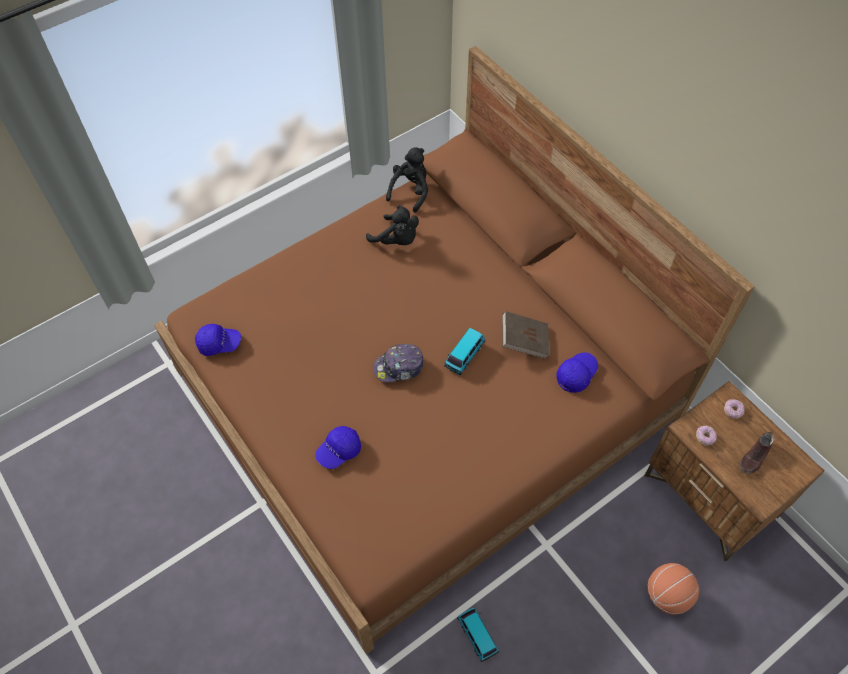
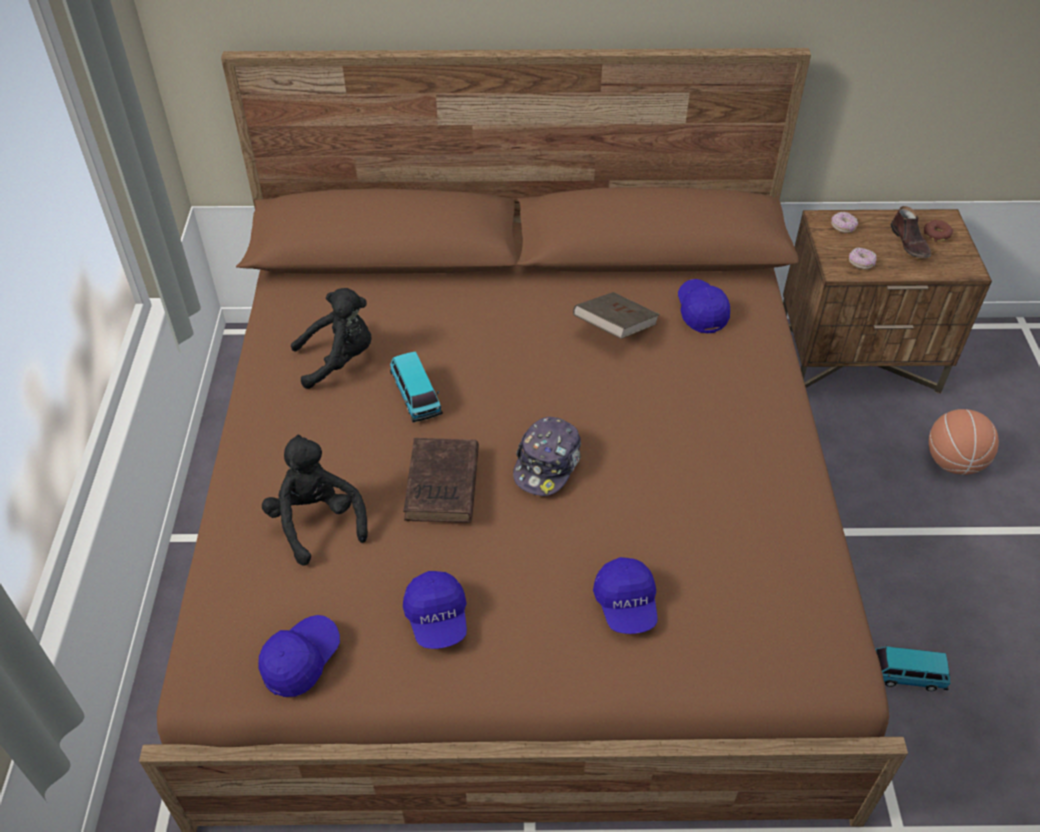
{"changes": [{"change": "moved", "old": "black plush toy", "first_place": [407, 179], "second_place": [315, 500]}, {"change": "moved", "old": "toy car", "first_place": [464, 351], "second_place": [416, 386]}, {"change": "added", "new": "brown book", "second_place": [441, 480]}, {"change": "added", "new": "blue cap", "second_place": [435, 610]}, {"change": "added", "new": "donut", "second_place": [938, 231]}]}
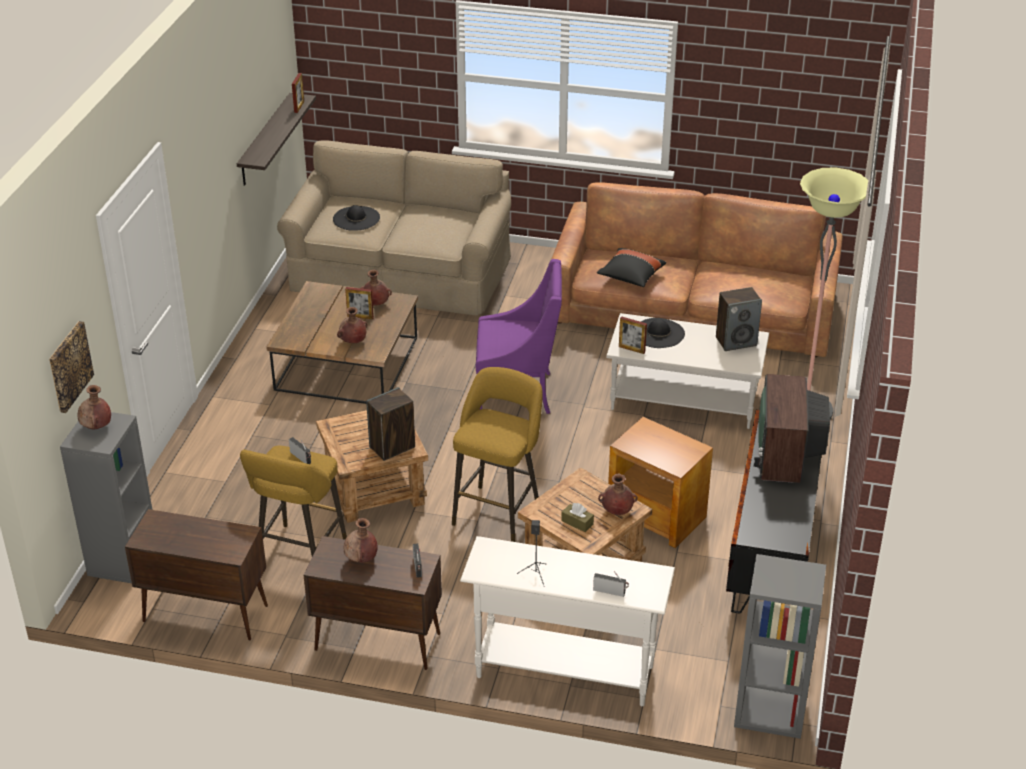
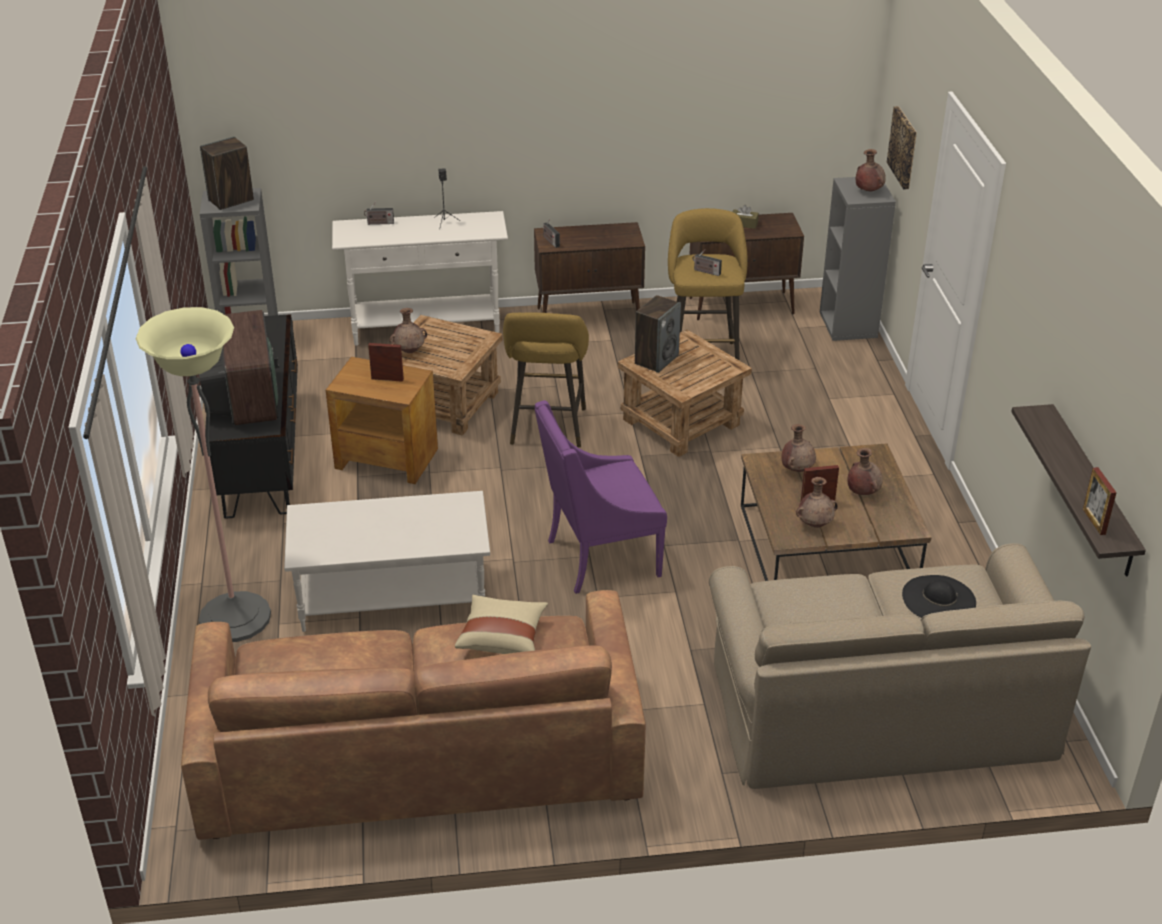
{"changes": [{"change": "moved", "old": "speaker", "first_place": [739, 319], "second_place": [227, 173]}, {"change": "moved", "old": "picture frame", "first_place": [633, 335], "second_place": [386, 362]}, {"change": "recoloured", "old": "black pillow", "new": "beige pillow", "first_place": [631, 267], "second_place": [501, 624]}, {"change": "moved", "old": "brown tissue box", "first_place": [577, 517], "second_place": [746, 217]}, {"change": "moved", "old": "brown vase", "first_place": [360, 540], "second_place": [865, 471]}, {"change": "removed", "old": "black hat", "first_place": [663, 333]}]}
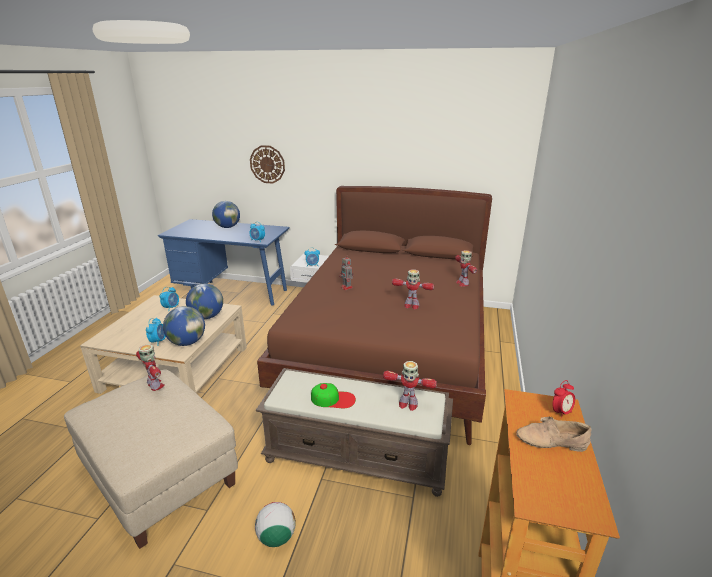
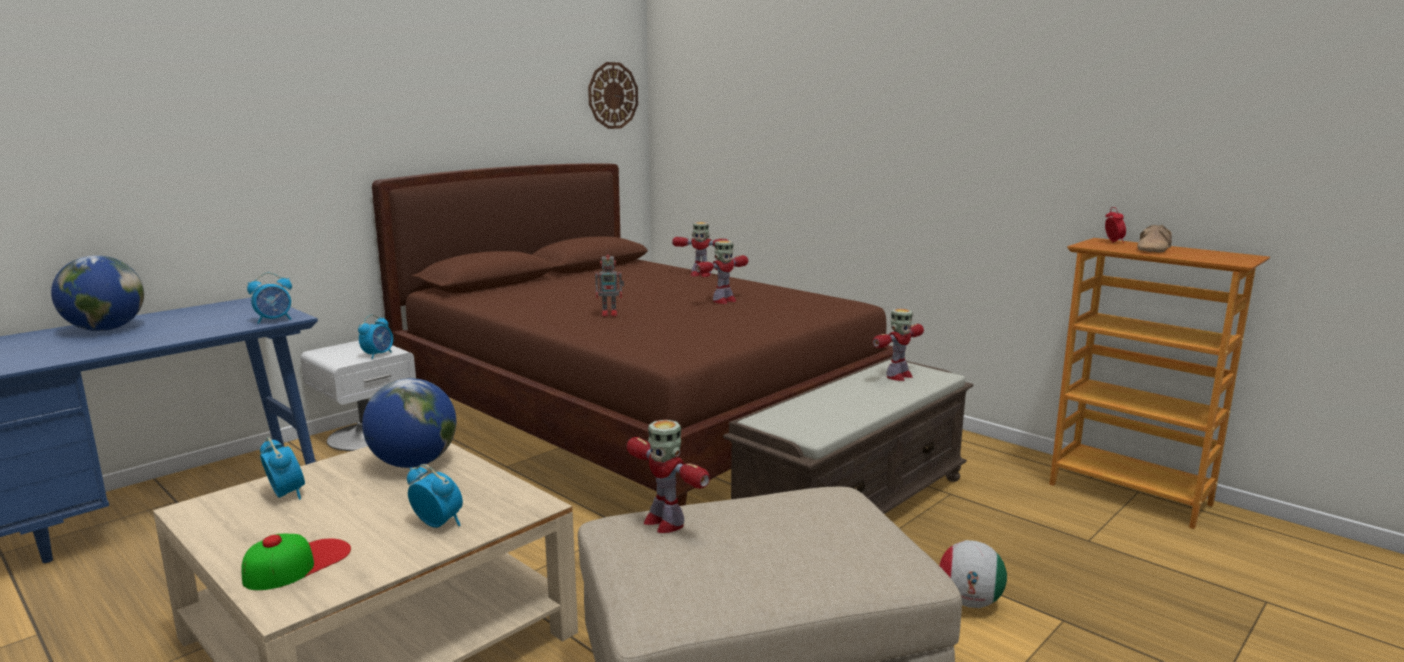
{"changes": [{"change": "moved", "old": "cap", "first_place": [333, 395], "second_place": [296, 562]}, {"change": "moved", "old": "wall clock", "first_place": [267, 164], "second_place": [613, 95]}, {"change": "turned", "old": "toy robot", "first_place": [150, 367], "second_place": [668, 476], "degrees": -120}, {"change": "removed", "old": "globe", "first_place": [184, 326]}]}
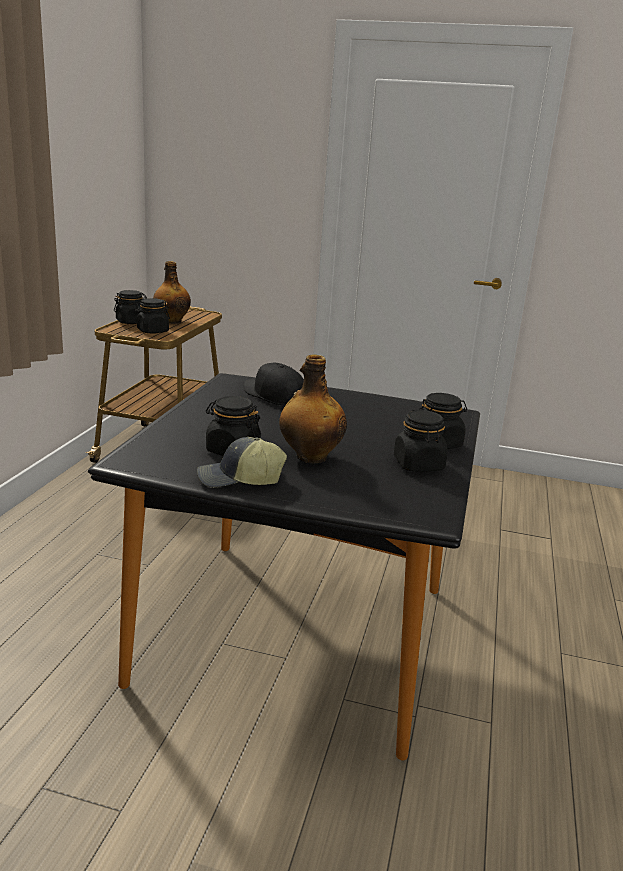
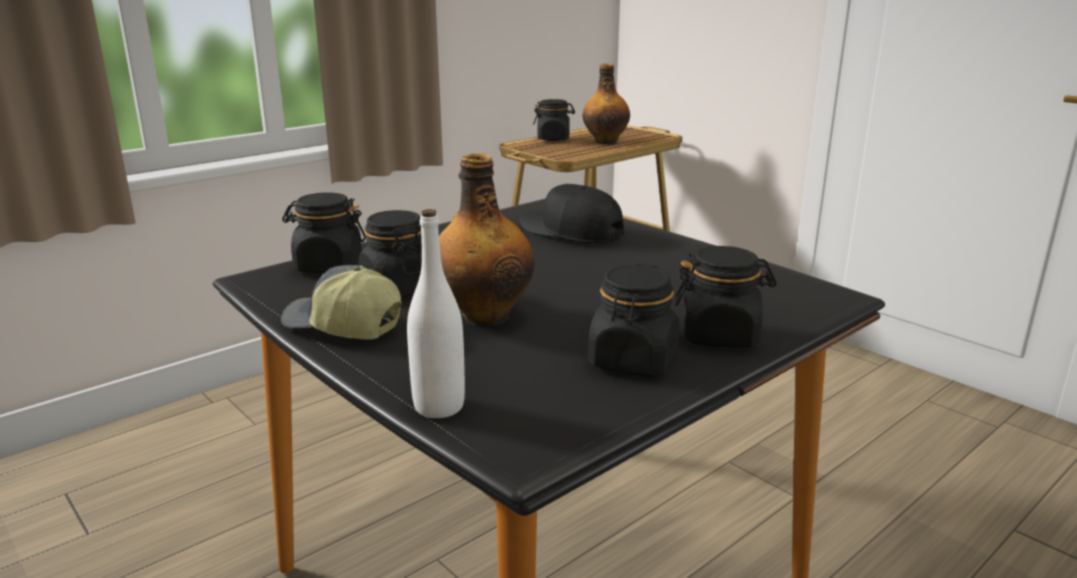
{"changes": [{"change": "moved", "old": "black jar", "first_place": [152, 315], "second_place": [324, 233]}, {"change": "added", "new": "white bottle", "second_place": [436, 313]}, {"change": "turned", "old": "black cap", "first_place": [273, 383], "second_place": [571, 213], "degrees": -45}]}
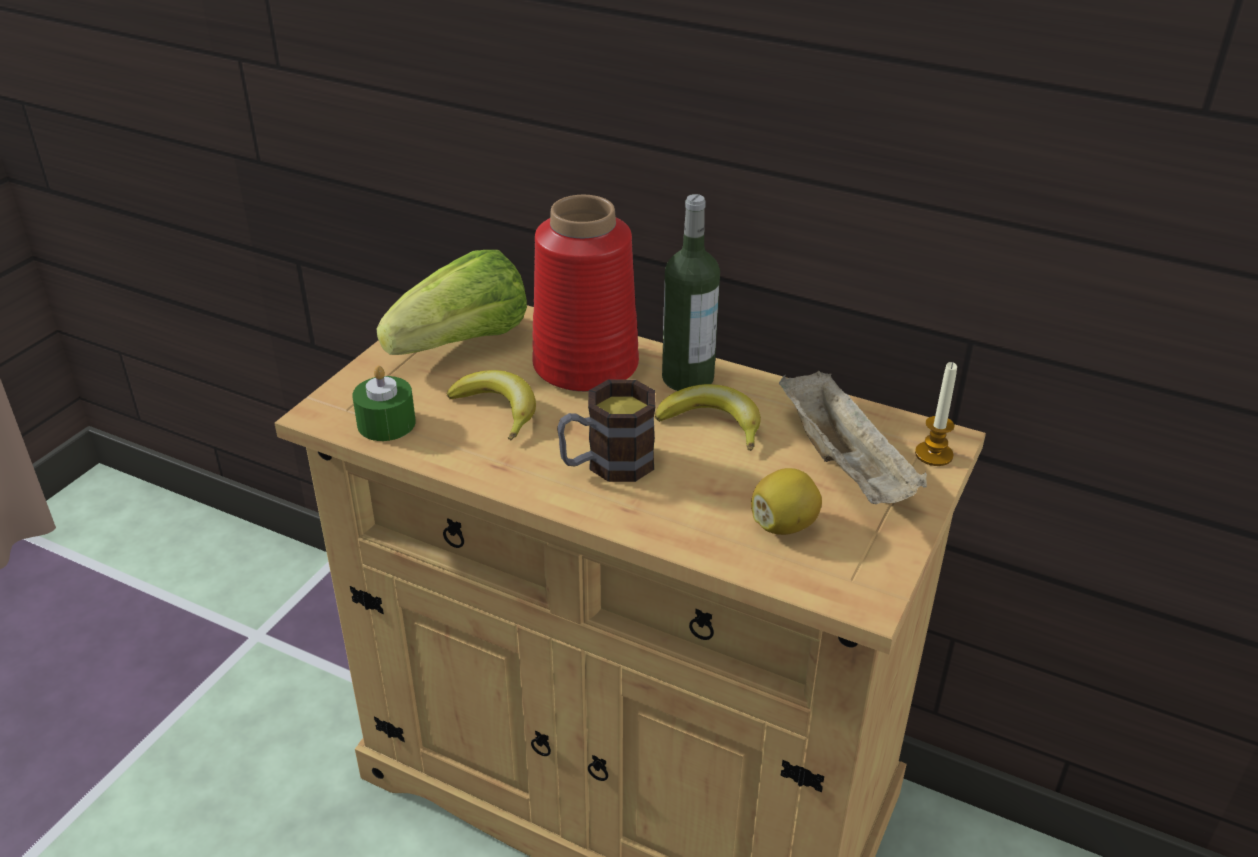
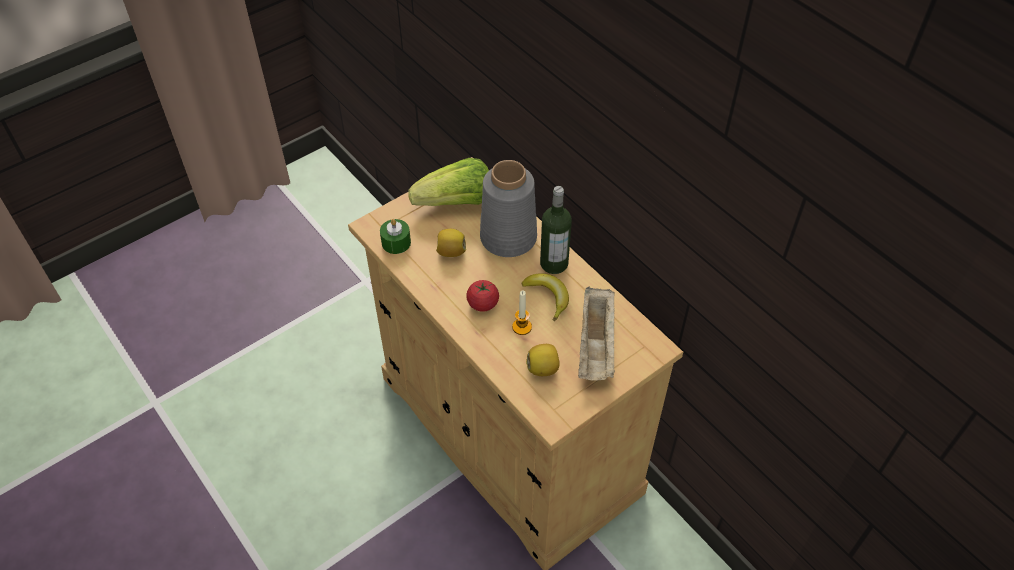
{"changes": [{"change": "replaced", "old": "banana", "new": "lemon", "first_place": [491, 405], "second_place": [451, 243]}, {"change": "replaced", "old": "mug", "new": "tomato", "first_place": [606, 430], "second_place": [482, 296]}, {"change": "recoloured", "old": "red vase", "new": "grey vase", "first_place": [585, 293], "second_place": [508, 208]}, {"change": "moved", "old": "candle", "first_place": [936, 414], "second_place": [522, 312]}]}
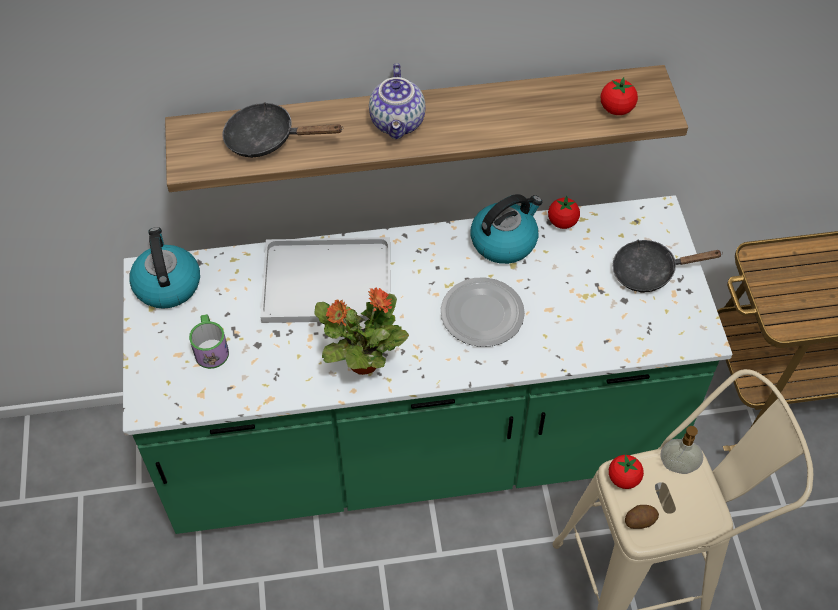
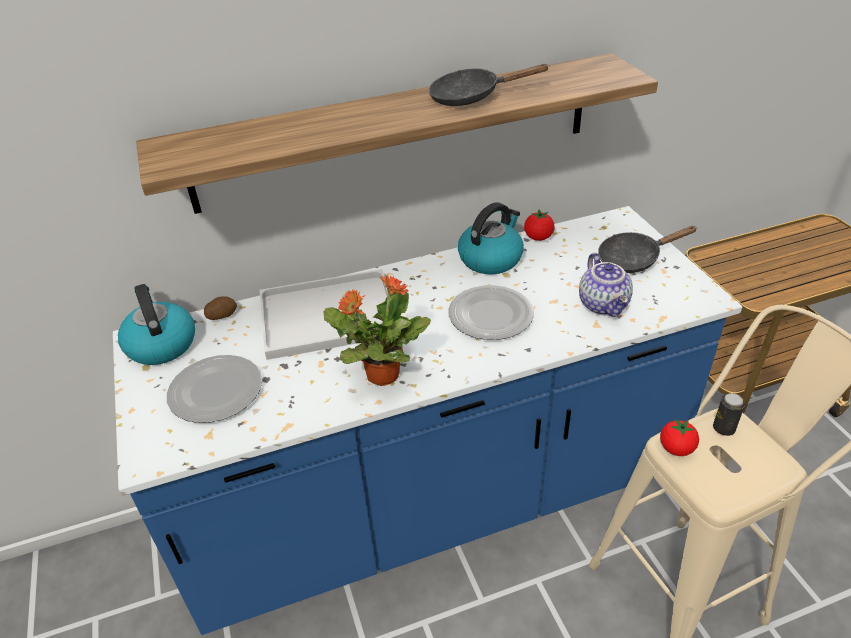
{"changes": [{"change": "recoloured", "old": "green counter", "new": "blue counter", "first_place": [427, 364], "second_place": [427, 420]}, {"change": "replaced", "old": "mug", "new": "plate", "first_place": [209, 341], "second_place": [214, 389]}, {"change": "moved", "old": "potato", "first_place": [642, 517], "second_place": [220, 308]}, {"change": "moved", "old": "black frying pan", "first_place": [282, 130], "second_place": [489, 85]}, {"change": "moved", "old": "teapot", "first_place": [397, 101], "second_place": [606, 285]}, {"change": "replaced", "old": "soap dispenser", "new": "can", "first_place": [682, 450], "second_place": [729, 414]}, {"change": "removed", "old": "tomato", "first_place": [619, 96]}]}
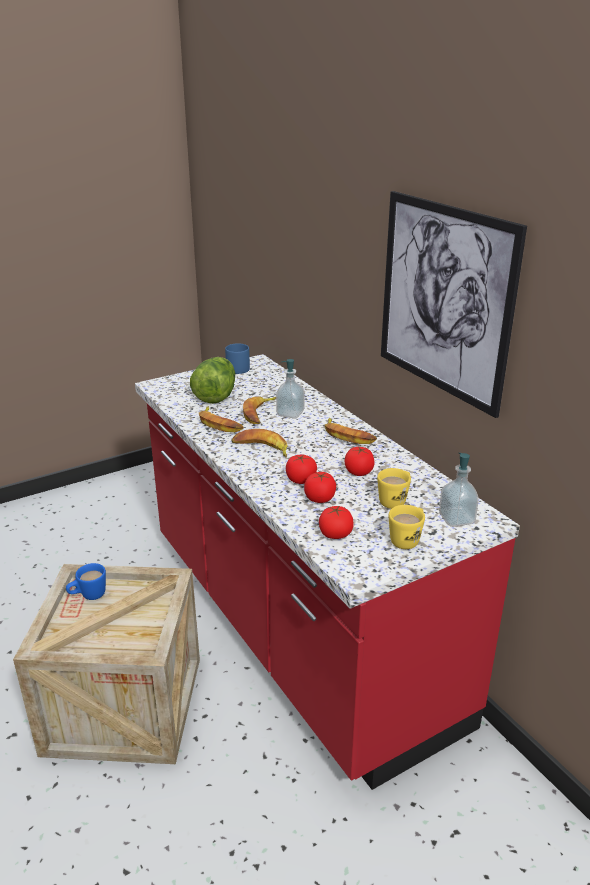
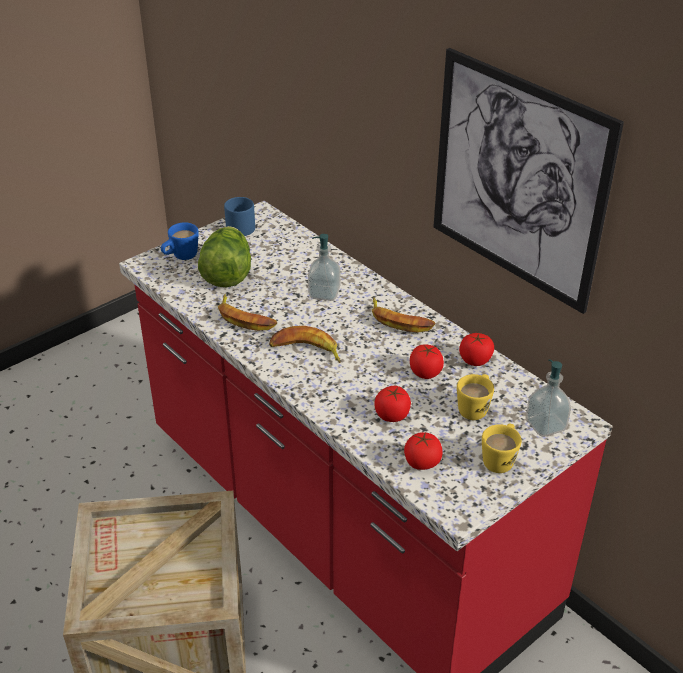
{"changes": [{"change": "moved", "old": "blue mug", "first_place": [86, 581], "second_place": [180, 241]}, {"change": "moved", "old": "tomato", "first_place": [301, 469], "second_place": [476, 349]}, {"change": "removed", "old": "banana", "first_place": [259, 410]}]}
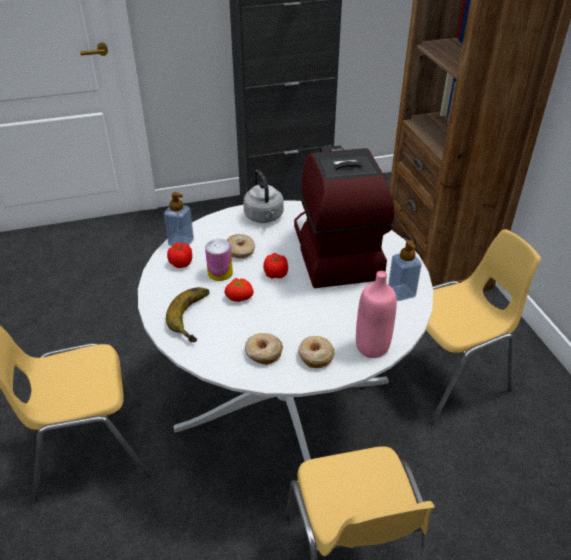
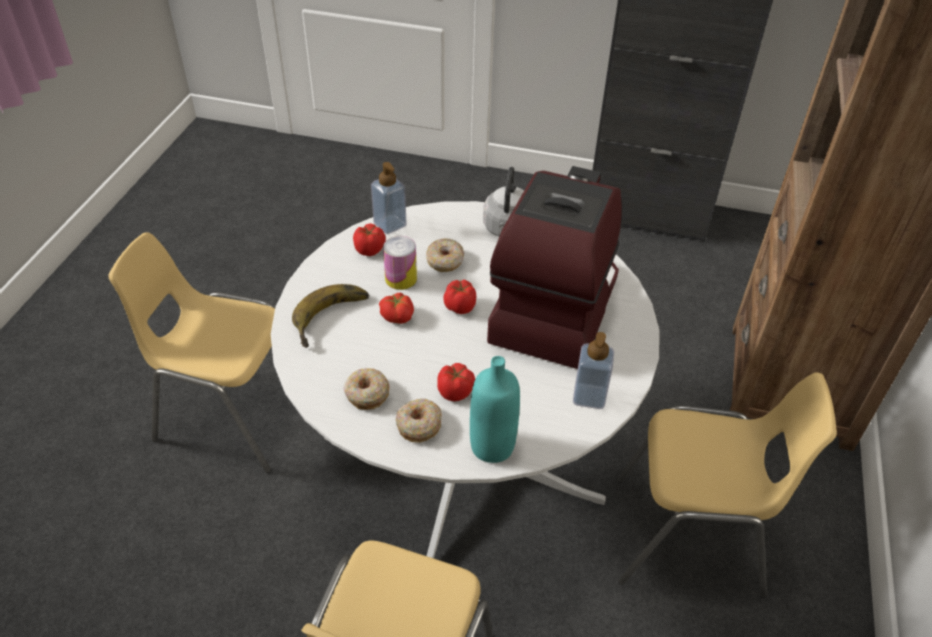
{"changes": [{"change": "added", "new": "tomato", "second_place": [456, 382]}, {"change": "recoloured", "old": "pink bottle", "new": "turquoise bottle", "first_place": [376, 314], "second_place": [495, 409]}]}
